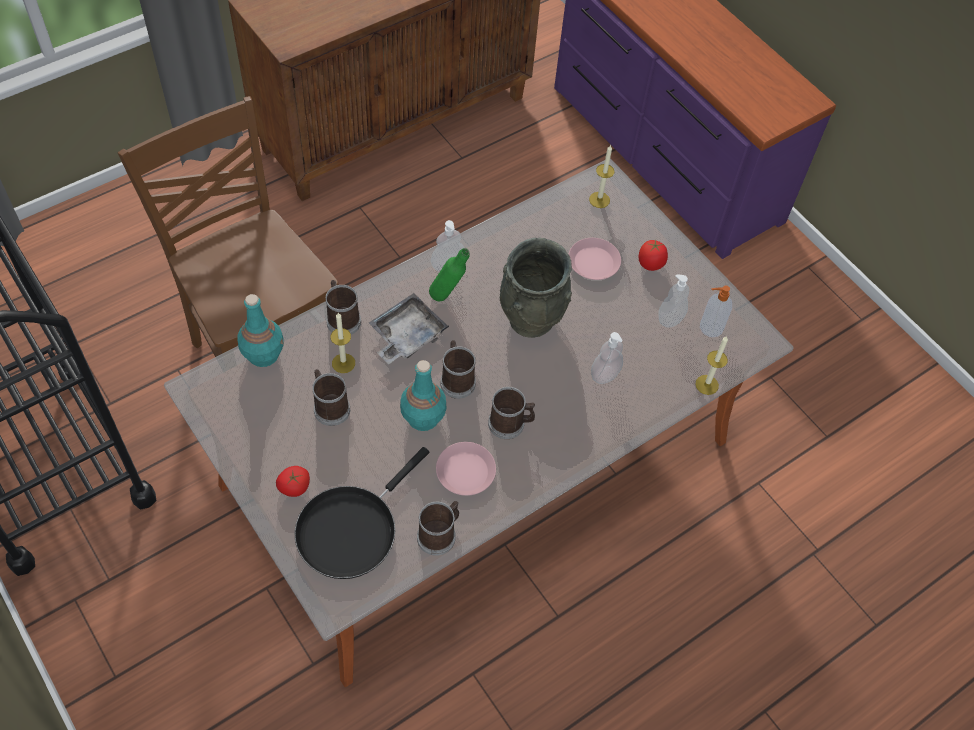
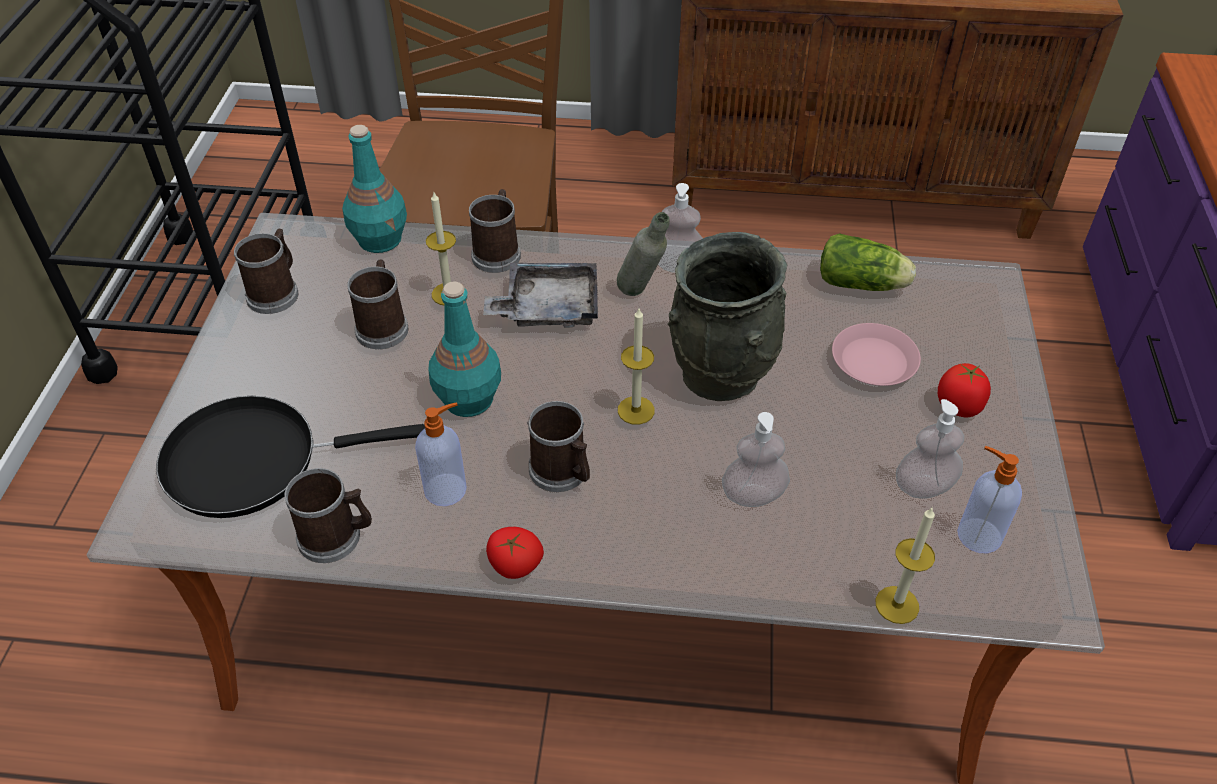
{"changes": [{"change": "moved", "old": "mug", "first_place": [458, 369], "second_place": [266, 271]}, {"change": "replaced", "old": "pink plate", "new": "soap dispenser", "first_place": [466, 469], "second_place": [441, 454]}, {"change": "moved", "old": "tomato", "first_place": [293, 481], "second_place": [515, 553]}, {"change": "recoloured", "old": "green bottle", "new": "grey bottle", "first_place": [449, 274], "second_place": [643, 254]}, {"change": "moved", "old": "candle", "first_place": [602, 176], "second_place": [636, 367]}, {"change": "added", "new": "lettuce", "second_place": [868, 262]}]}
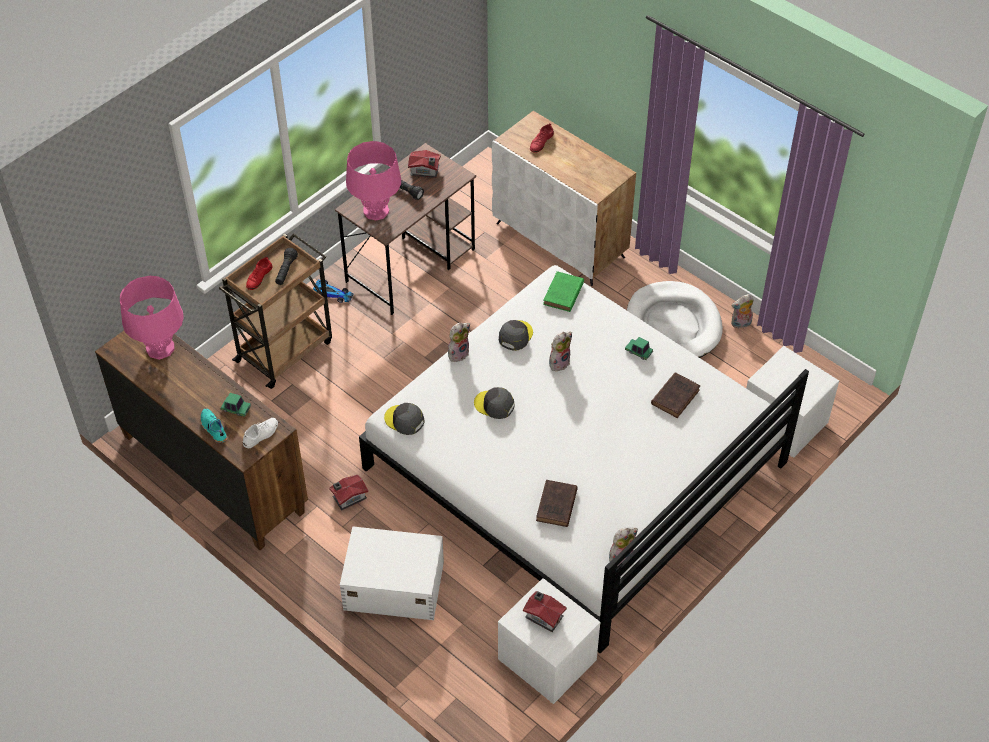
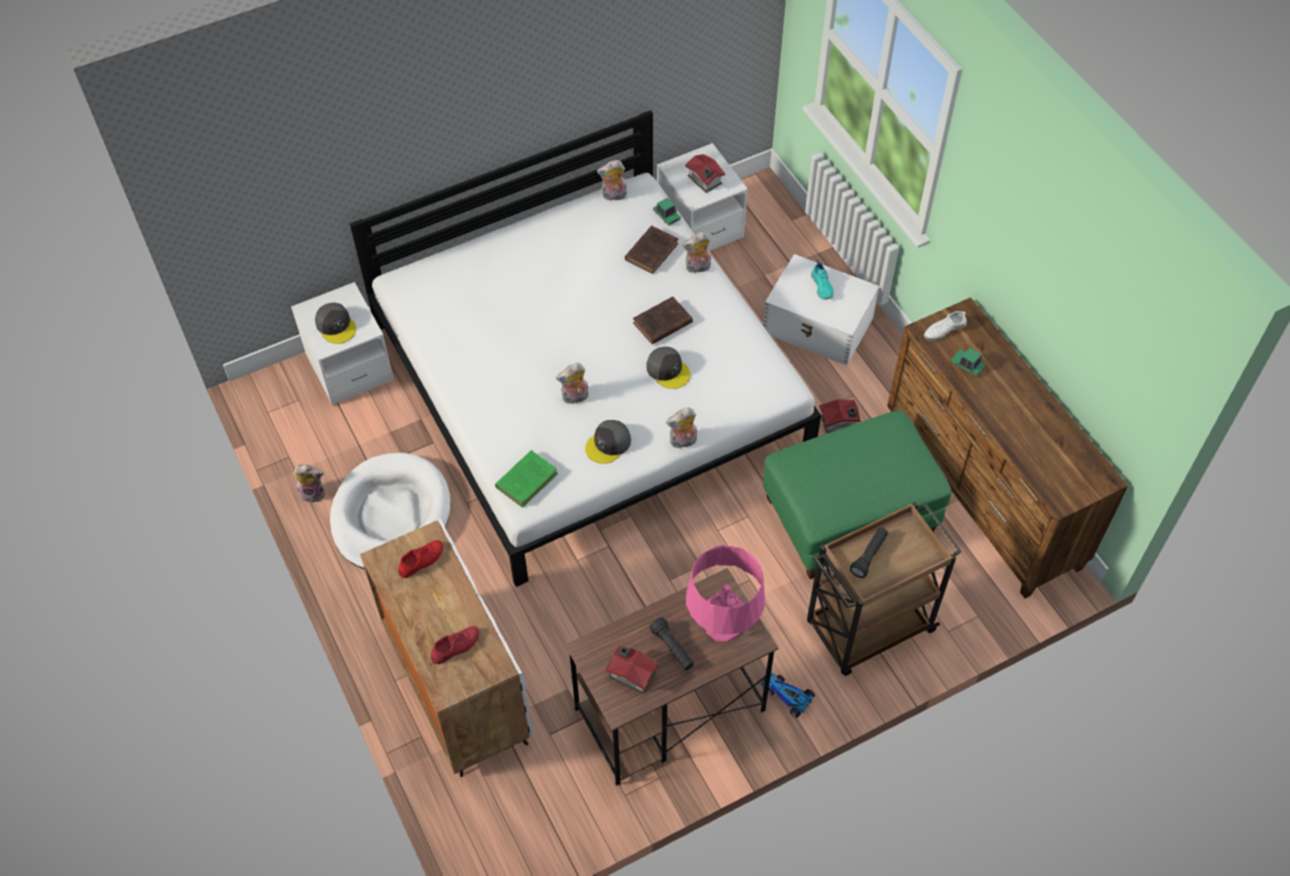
{"changes": [{"change": "moved", "old": "grey cap", "first_place": [404, 419], "second_place": [335, 323]}, {"change": "moved", "old": "red shoe", "first_place": [259, 273], "second_place": [420, 559]}, {"change": "moved", "old": "brown book", "first_place": [675, 395], "second_place": [663, 320]}, {"change": "moved", "old": "toy car", "first_place": [639, 348], "second_place": [667, 212]}, {"change": "added", "new": "plush toy", "second_place": [696, 252]}, {"change": "added", "new": "green ottoman", "second_place": [857, 495]}, {"change": "moved", "old": "turquoise shoe", "first_place": [214, 426], "second_place": [822, 280]}, {"change": "removed", "old": "pink table lamp", "first_place": [152, 318]}]}
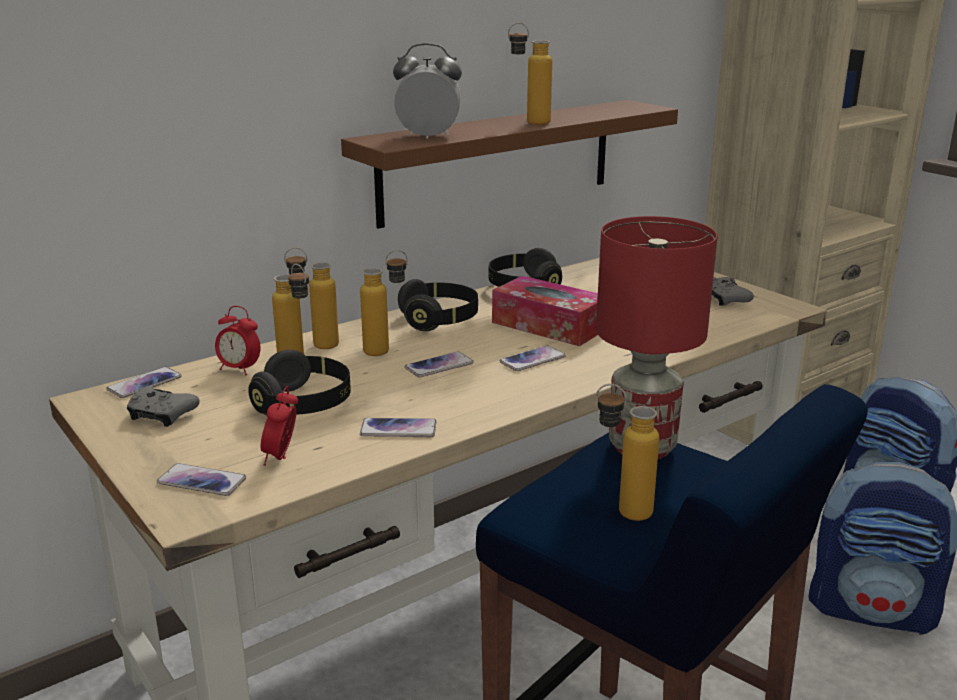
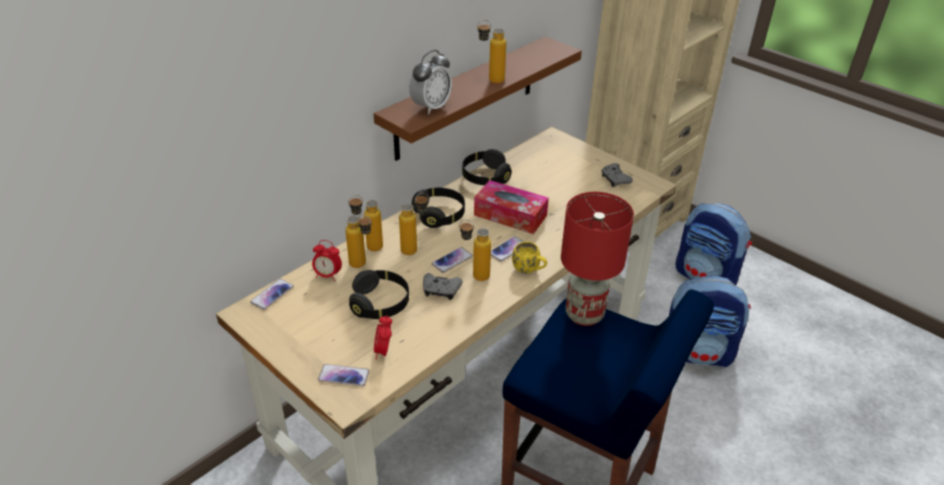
{"changes": [{"change": "turned", "old": "alarm clock", "first_place": [427, 91], "second_place": [430, 82], "degrees": 135}, {"change": "moved", "old": "grey game controller", "first_place": [163, 406], "second_place": [442, 286]}, {"change": "moved", "old": "bottle", "first_place": [627, 452], "second_place": [475, 250]}, {"change": "added", "new": "yellow mug", "second_place": [529, 257]}, {"change": "removed", "old": "phone", "first_place": [398, 427]}]}
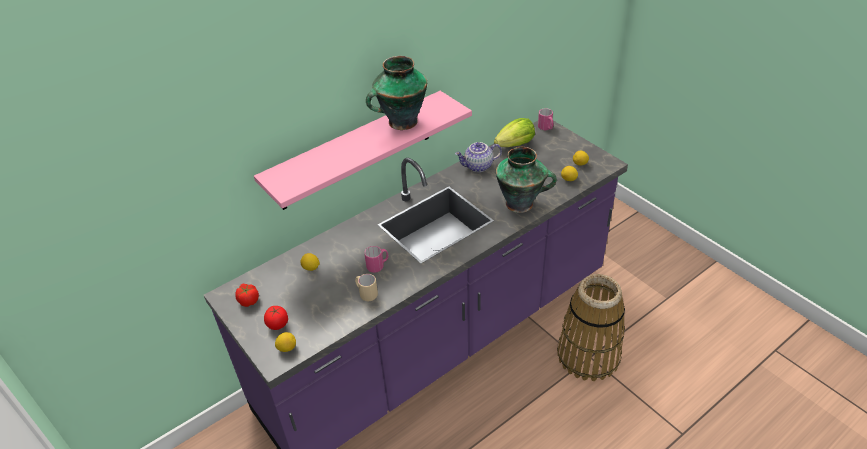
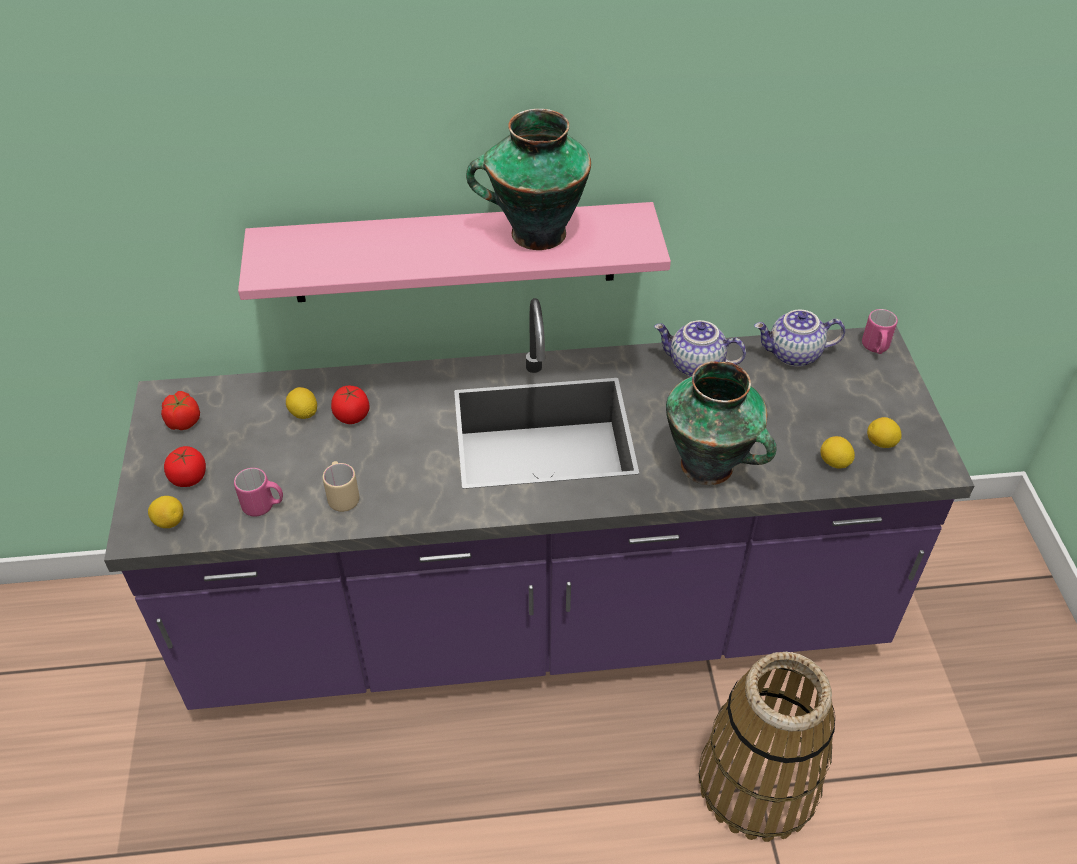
{"changes": [{"change": "moved", "old": "pink mug", "first_place": [376, 259], "second_place": [258, 492]}, {"change": "added", "new": "tomato", "second_place": [350, 405]}, {"change": "replaced", "old": "lettuce", "new": "teapot", "first_place": [514, 132], "second_place": [799, 338]}]}
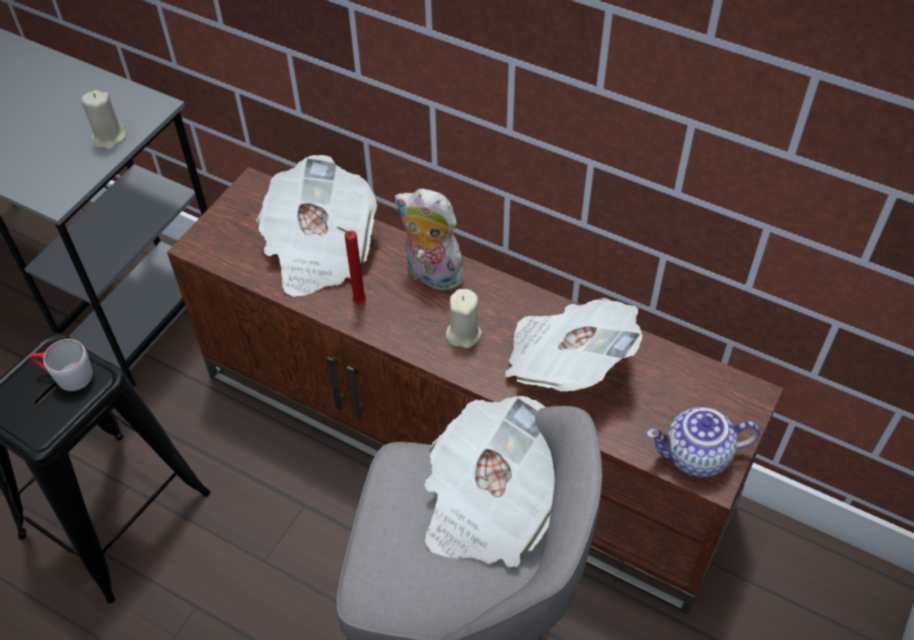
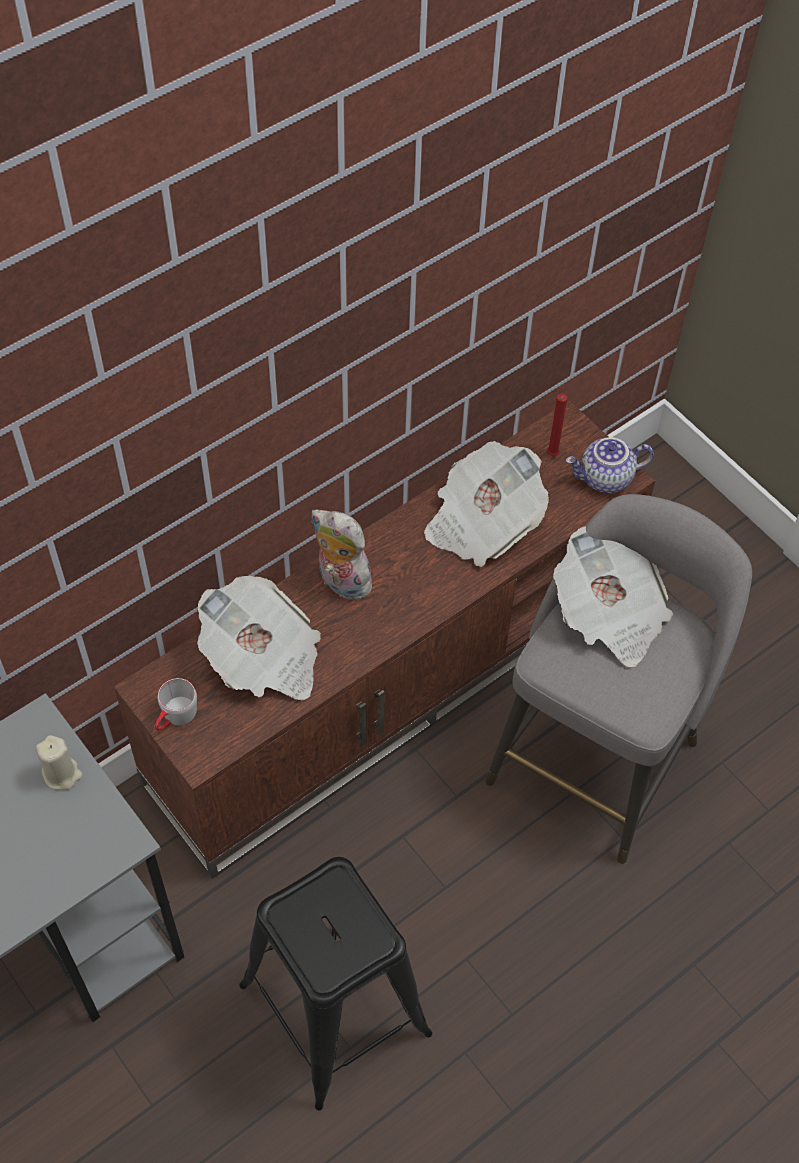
{"changes": [{"change": "moved", "old": "grey mug", "first_place": [61, 365], "second_place": [176, 704]}, {"change": "turned", "old": "plush toy", "first_place": [432, 240], "second_place": [344, 555], "degrees": 75}, {"change": "moved", "old": "red candle", "first_place": [351, 265], "second_place": [557, 424]}, {"change": "turned", "old": "teapot", "first_place": [703, 442], "second_place": [610, 465], "degrees": 60}, {"change": "removed", "old": "beige candle", "first_place": [464, 318]}]}
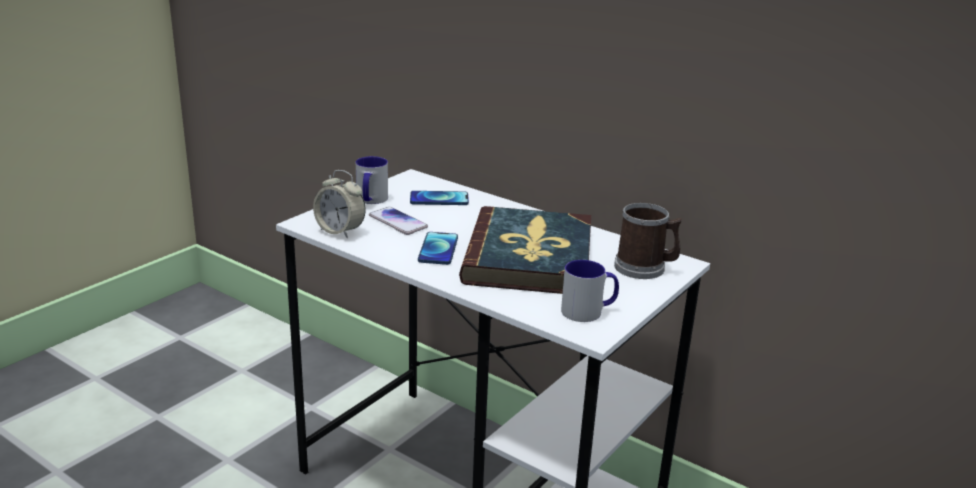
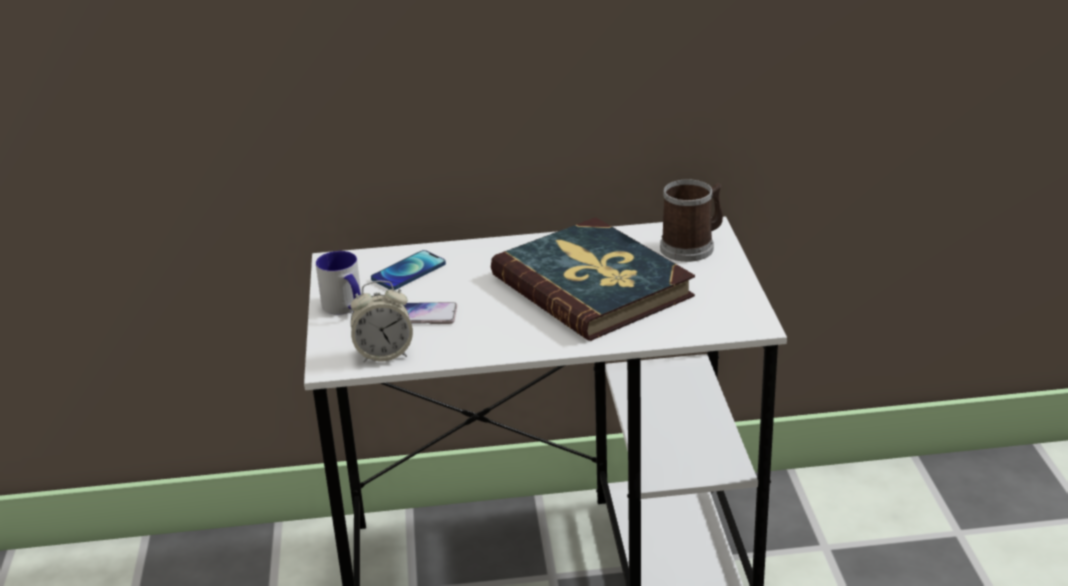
{"changes": [{"change": "removed", "old": "phone", "first_place": [438, 248]}, {"change": "removed", "old": "mug", "first_place": [590, 291]}]}
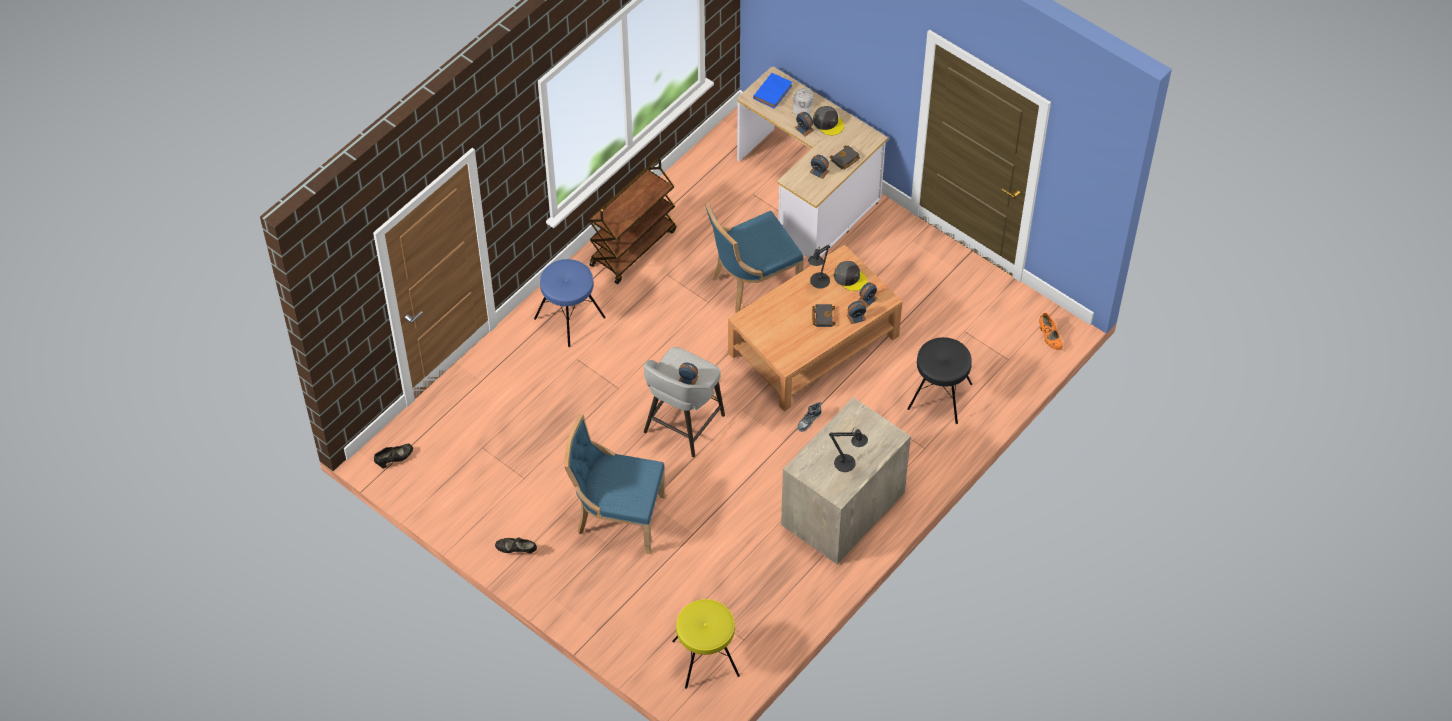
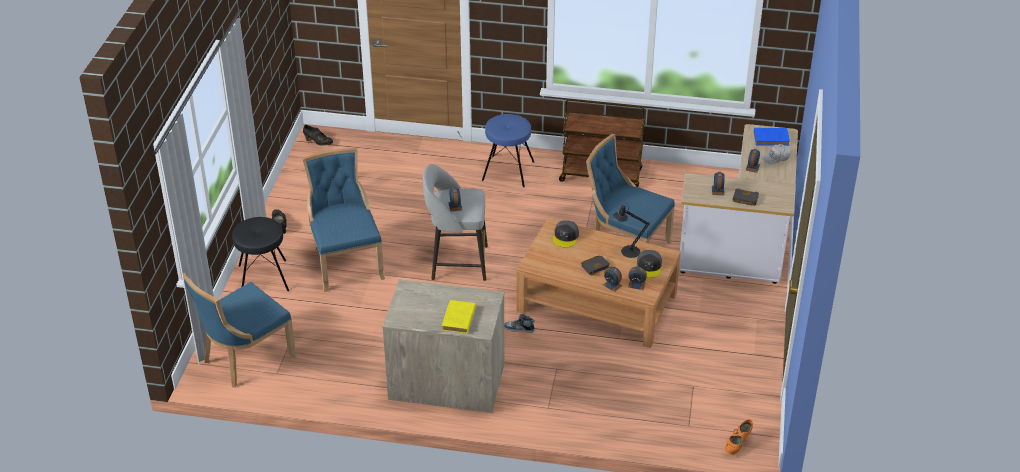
{"changes": [{"change": "replaced", "old": "yellow stool", "new": "blue chair", "first_place": [706, 644], "second_place": [238, 330]}, {"change": "moved", "old": "black stool", "first_place": [939, 380], "second_place": [260, 254]}, {"change": "added", "new": "yellow book", "second_place": [459, 317]}, {"change": "moved", "old": "grey cap", "first_place": [828, 120], "second_place": [565, 234]}, {"change": "removed", "old": "black table lamp", "first_place": [848, 449]}]}
